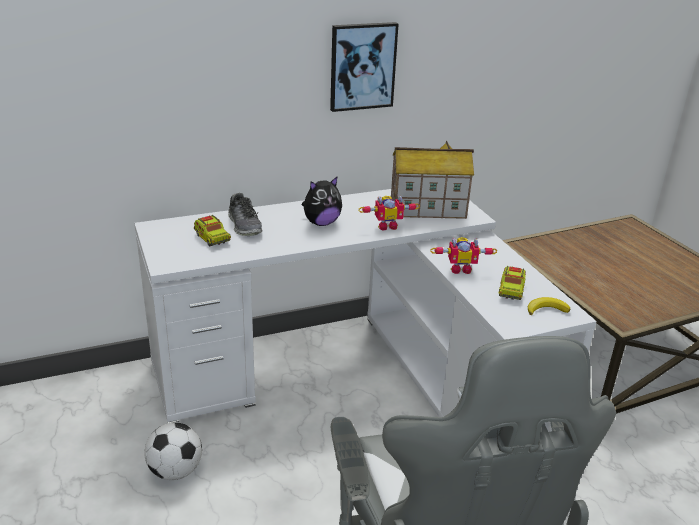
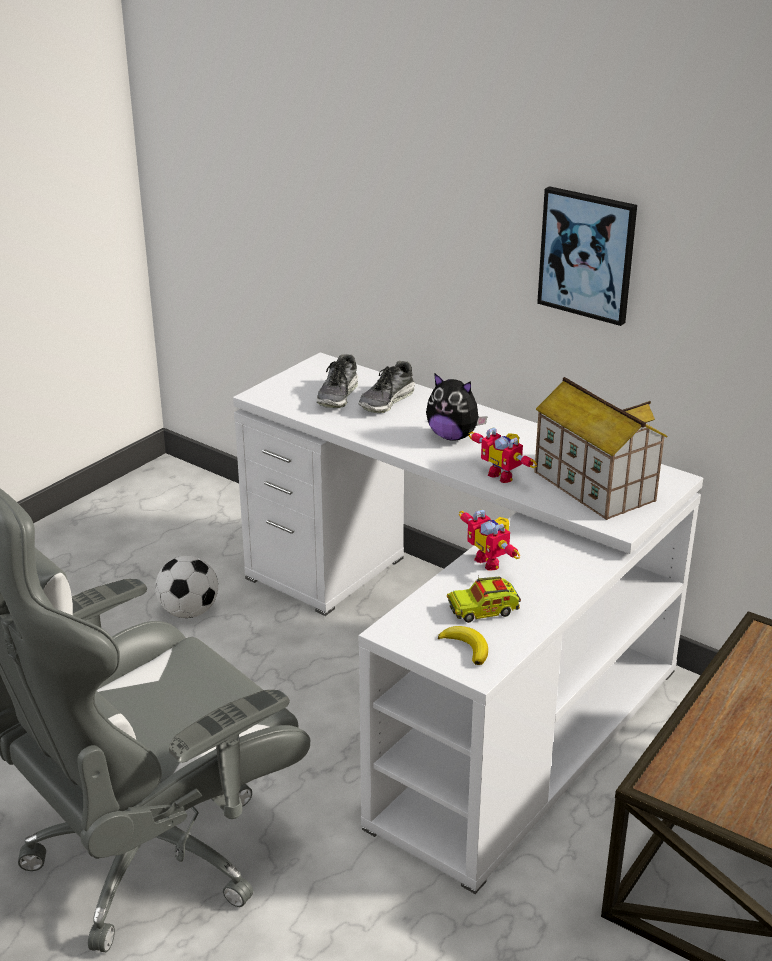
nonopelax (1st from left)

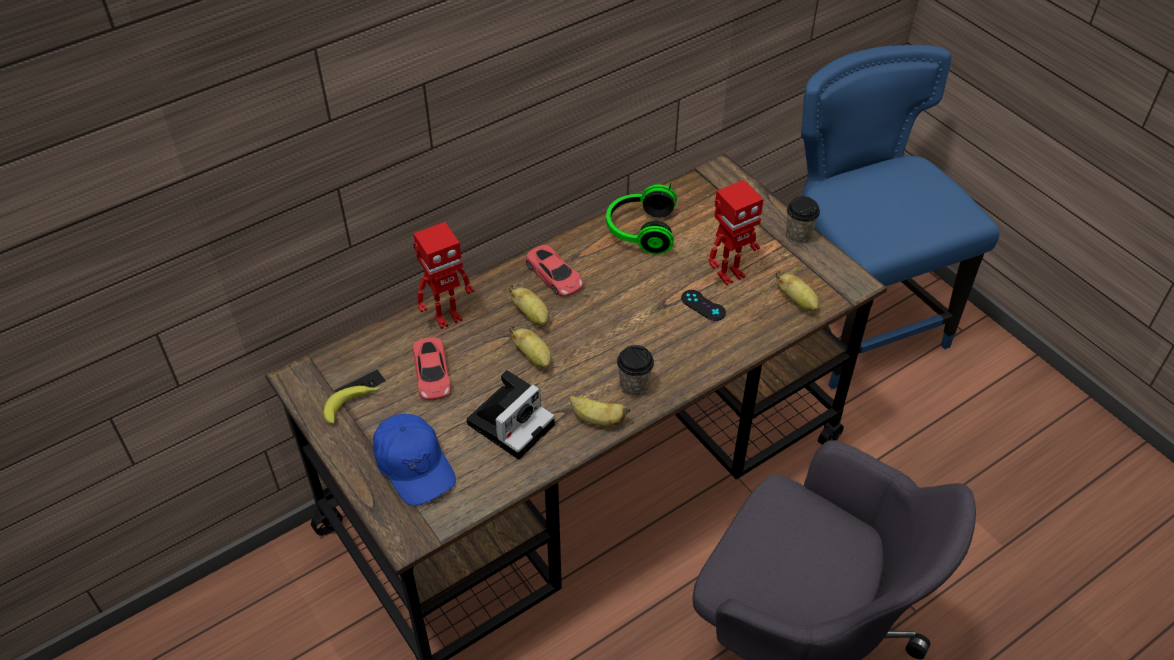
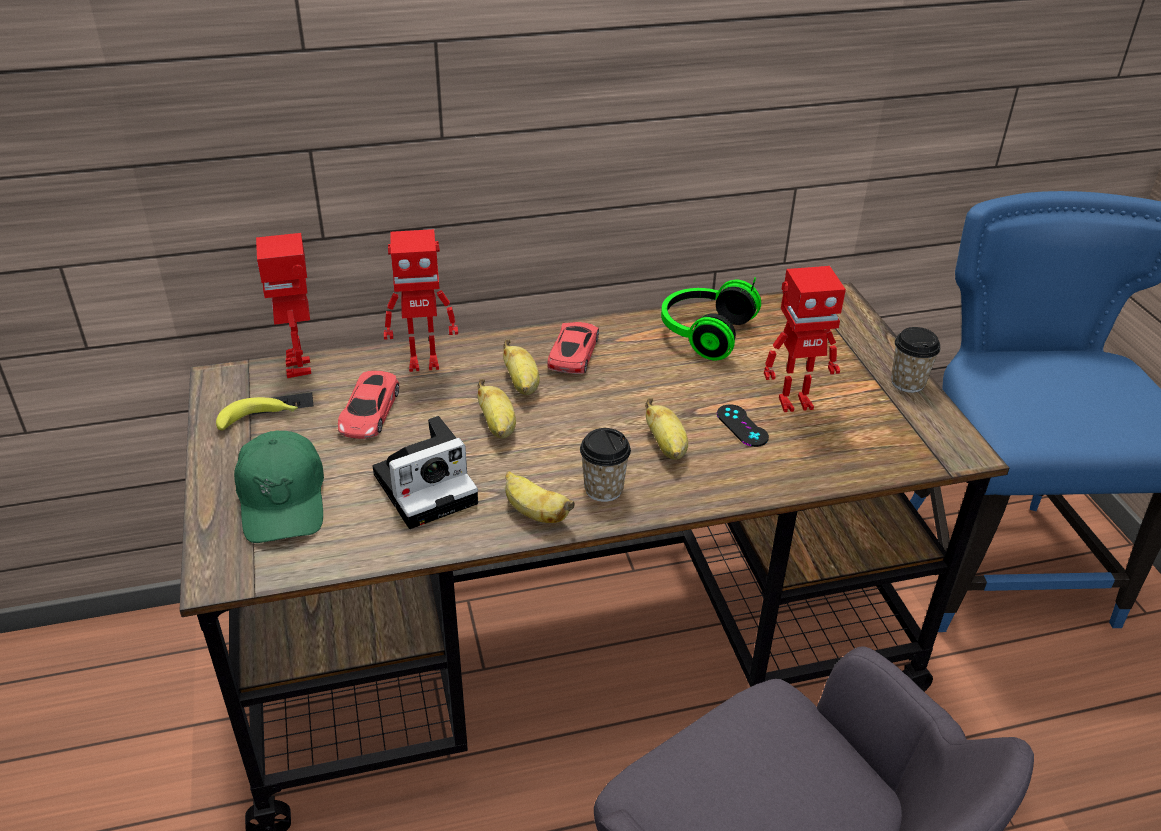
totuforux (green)
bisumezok (1st from left)
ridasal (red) (2nd from left)
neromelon (5th from left)

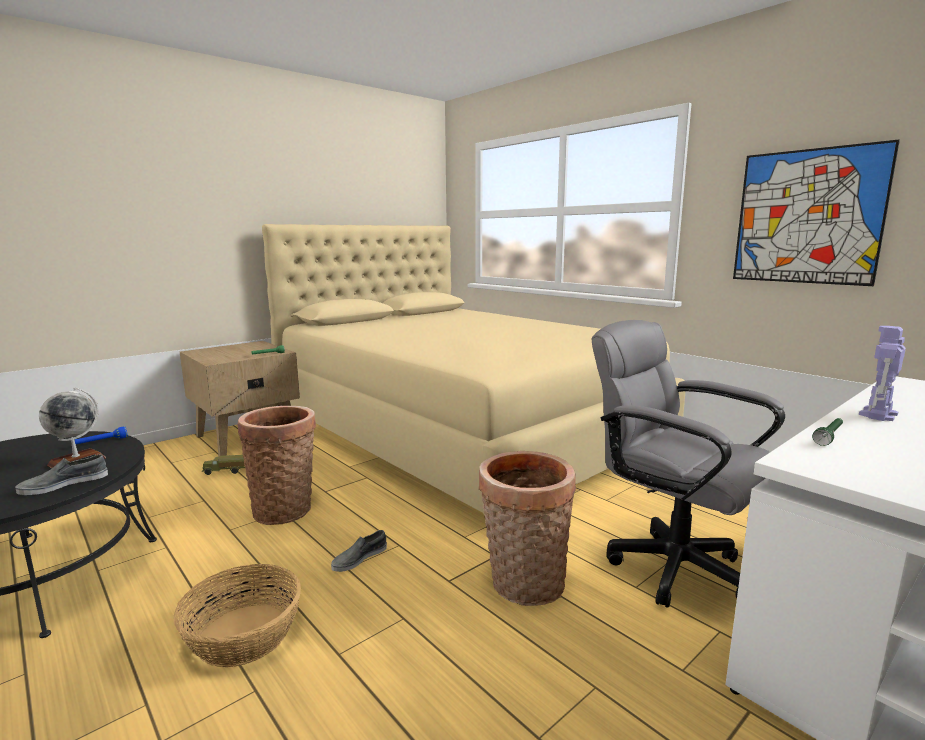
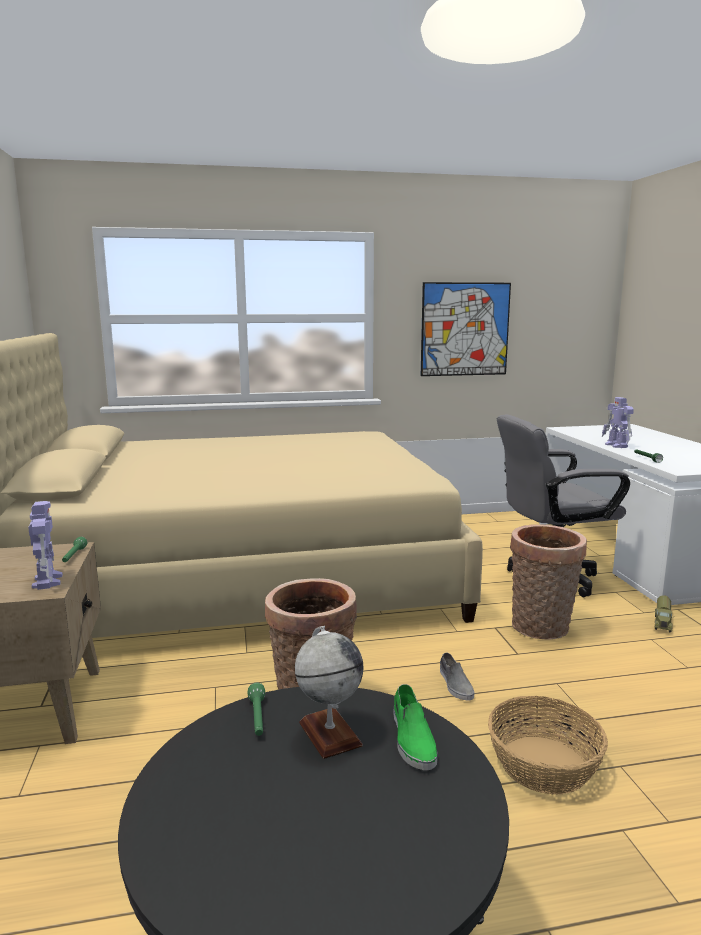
bisumezok (1st from left)
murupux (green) (2nd from left)
nonopelax (green)
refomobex

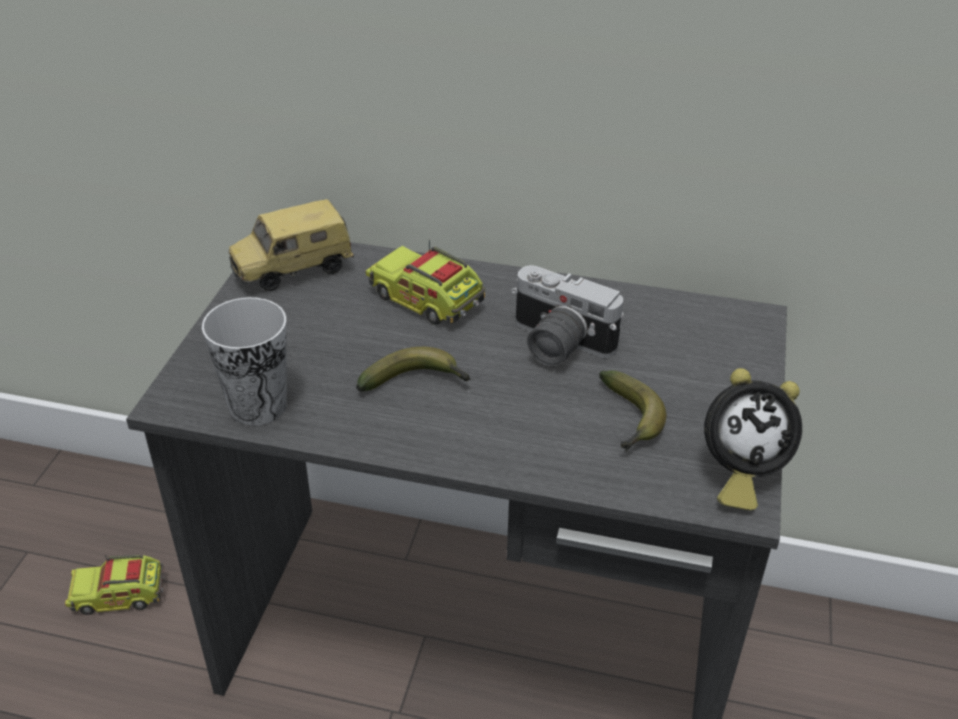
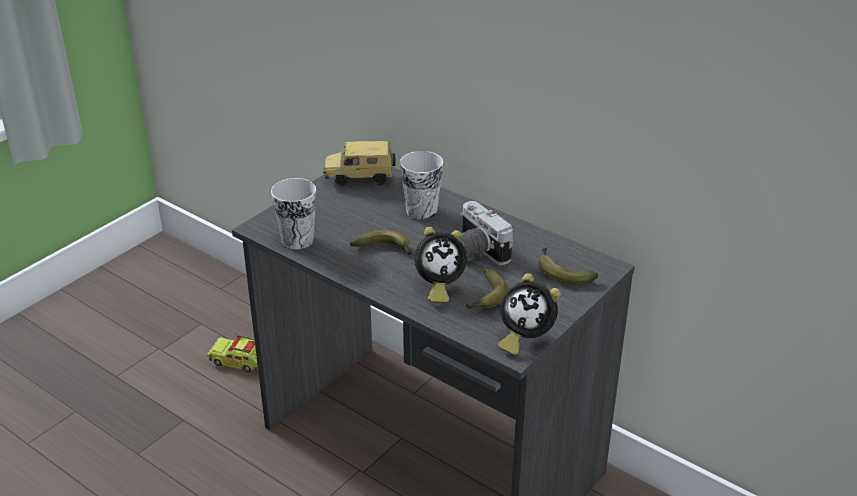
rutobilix (2nd from left)
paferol (1st from left)
neromelon (3rd from left)

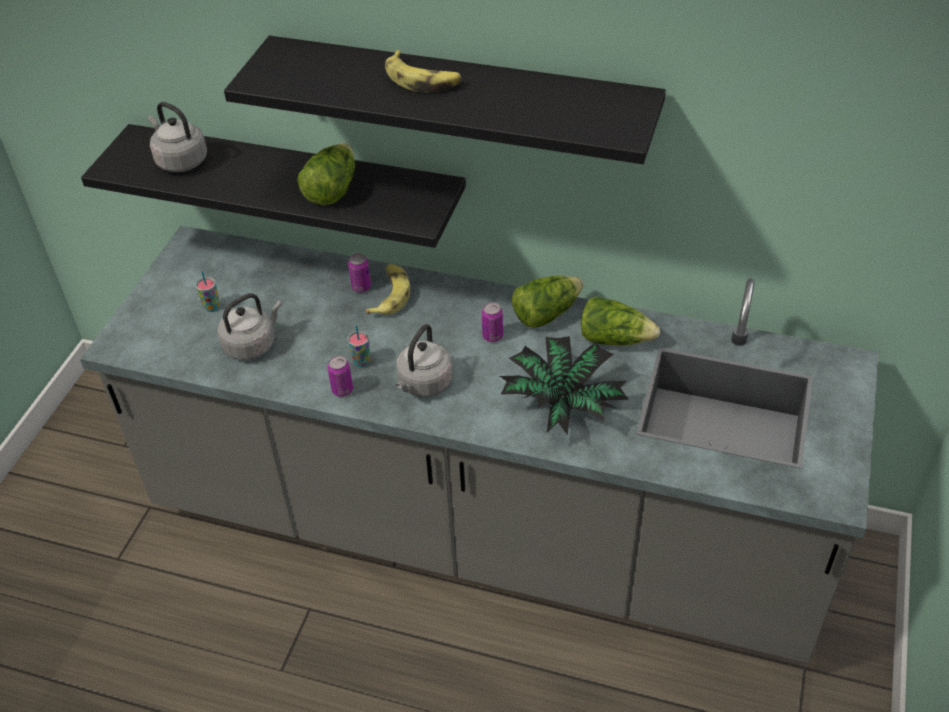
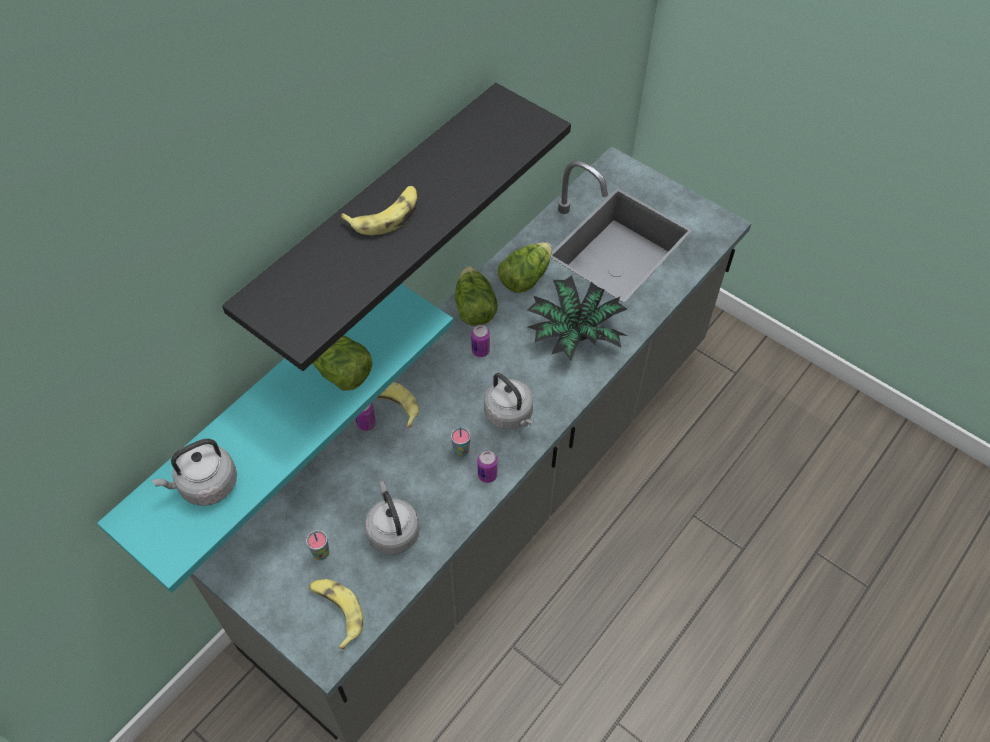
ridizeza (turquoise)
neromelon (1st from left)

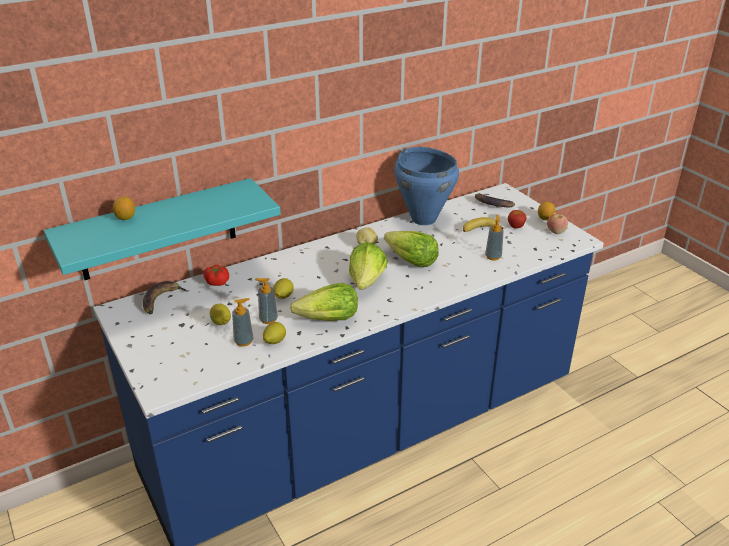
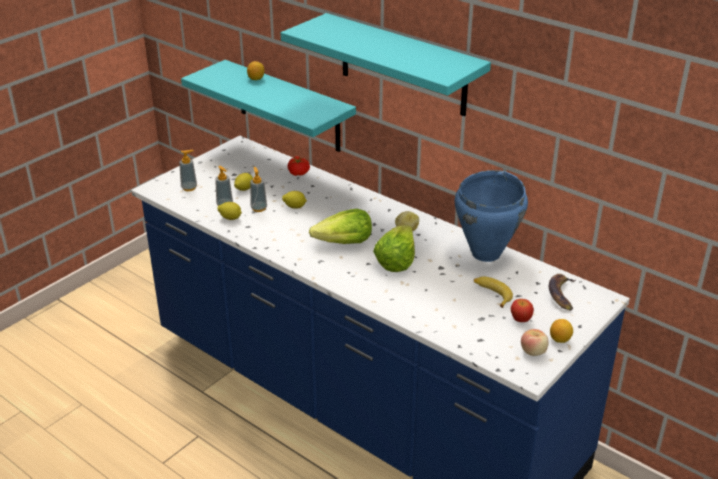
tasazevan (1st from left)
ridizeza (turquoise) (2nd from left)
neromelon (1st from left in the first image)
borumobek (1st from left in the first image)

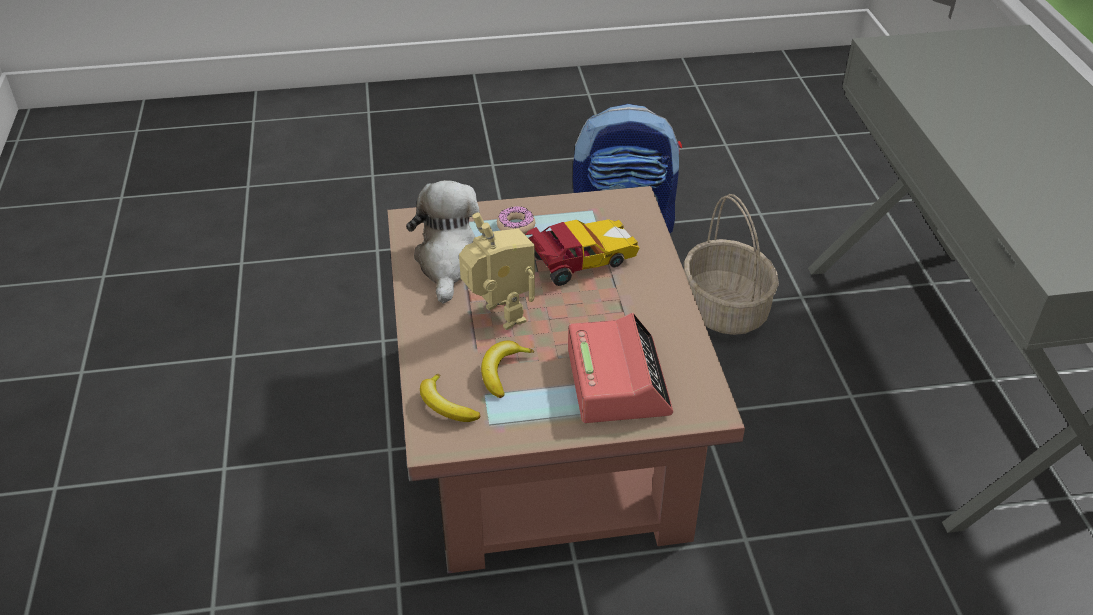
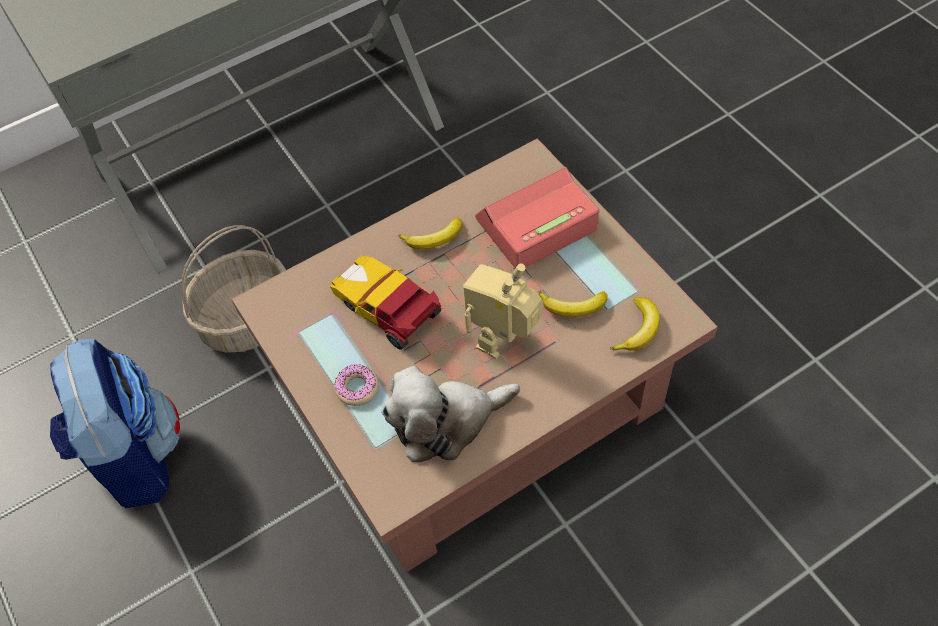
neromelon (1st from left)

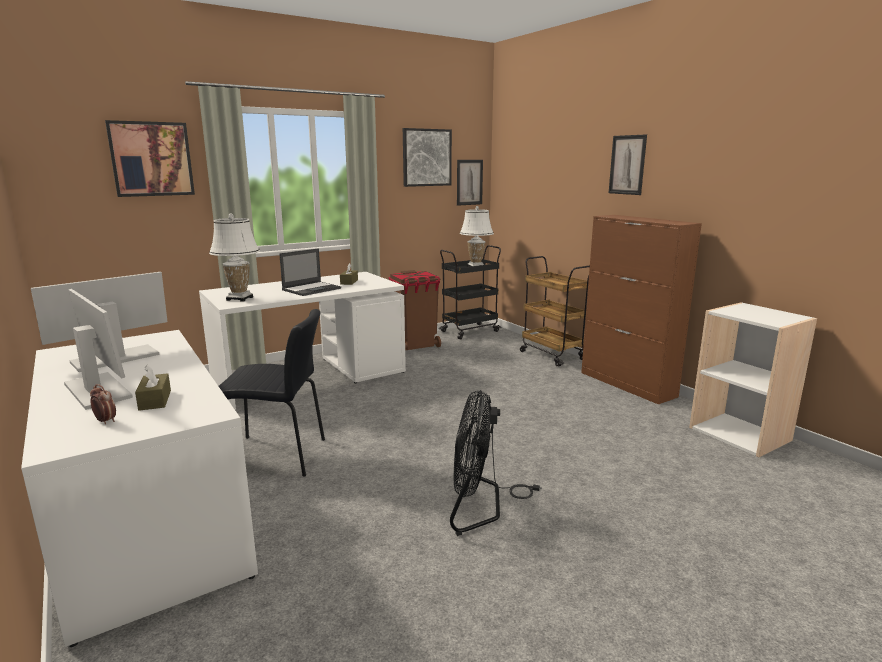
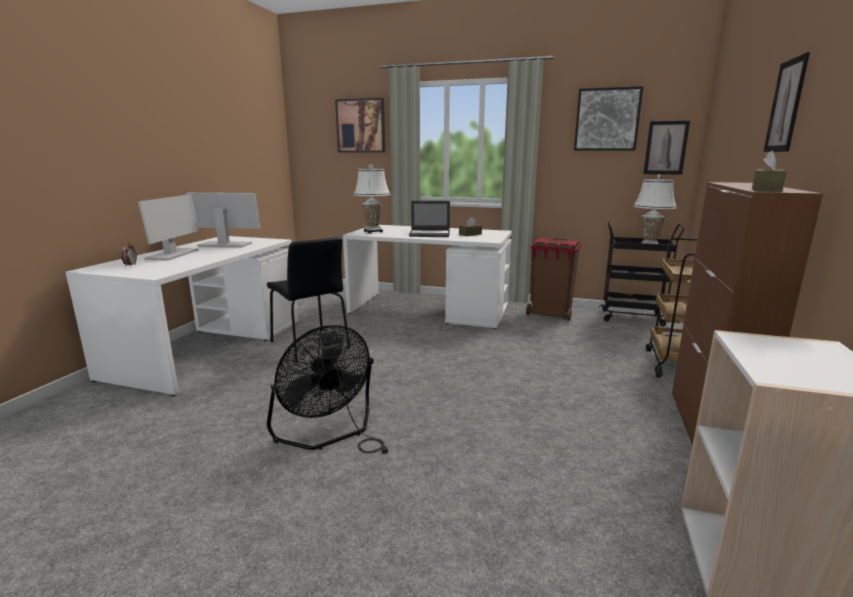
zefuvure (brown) (2nd from left)

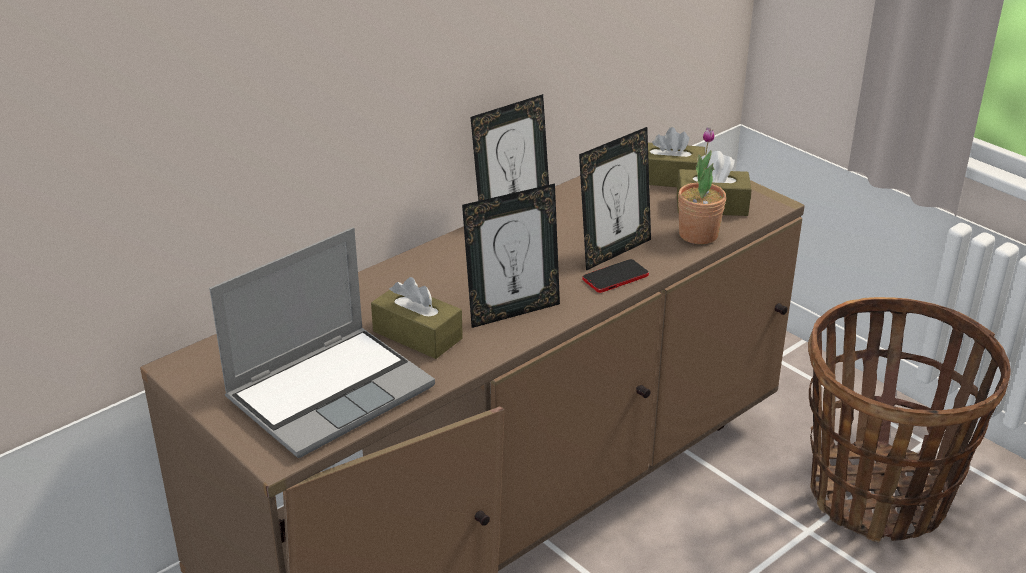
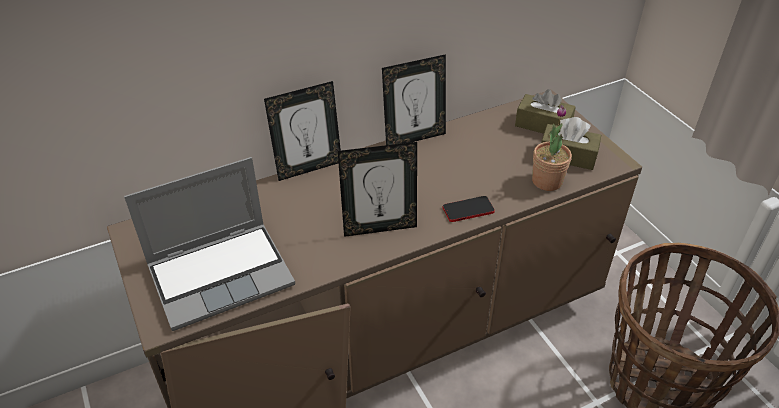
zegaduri (1st from left)
zefuvure (brown) (1st from left in the first image)

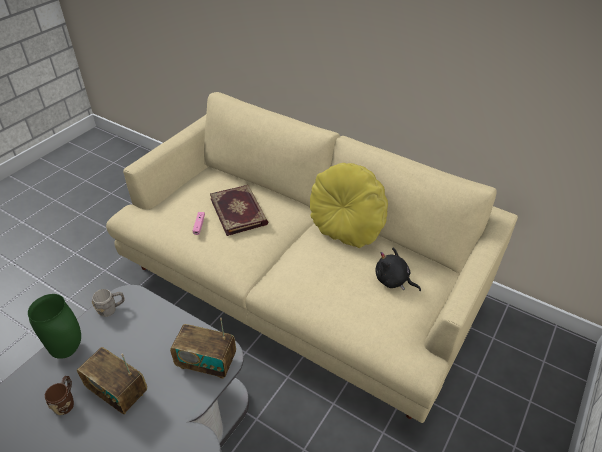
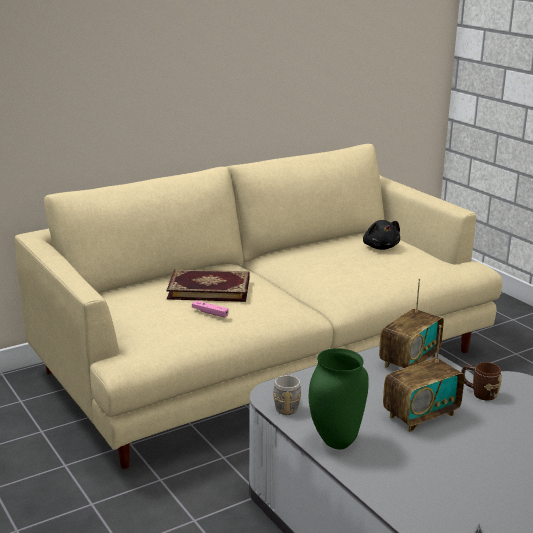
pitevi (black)
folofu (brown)
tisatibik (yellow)

